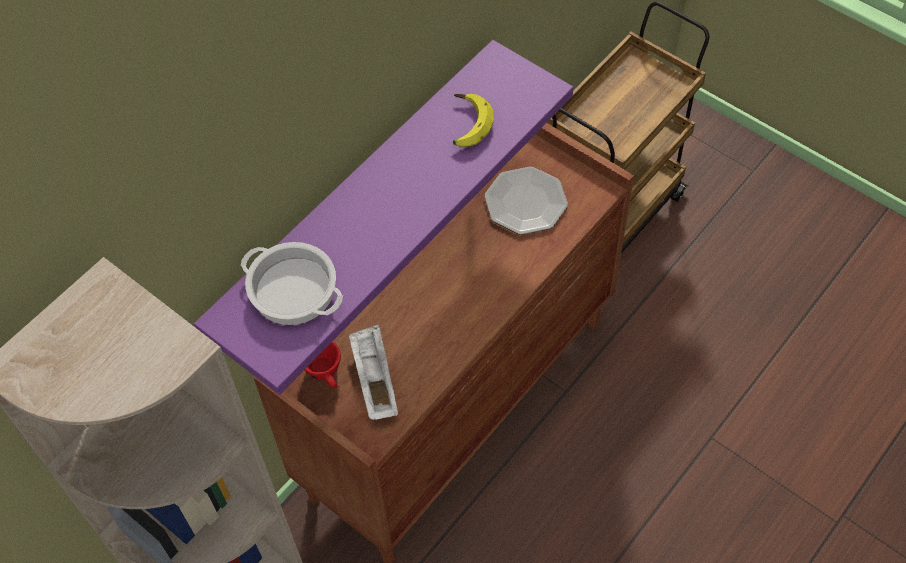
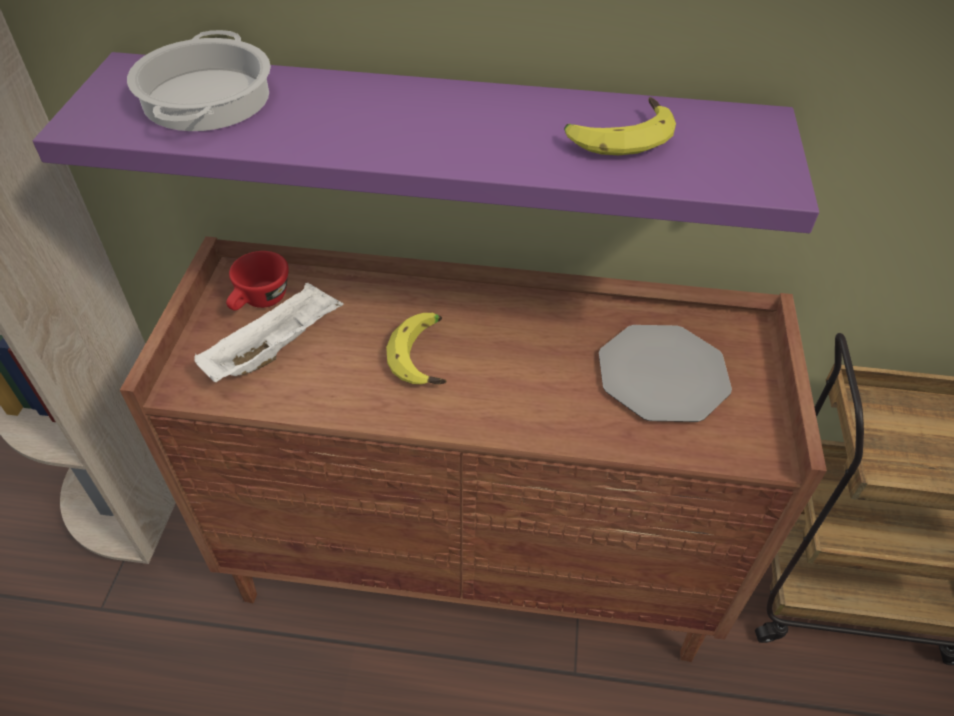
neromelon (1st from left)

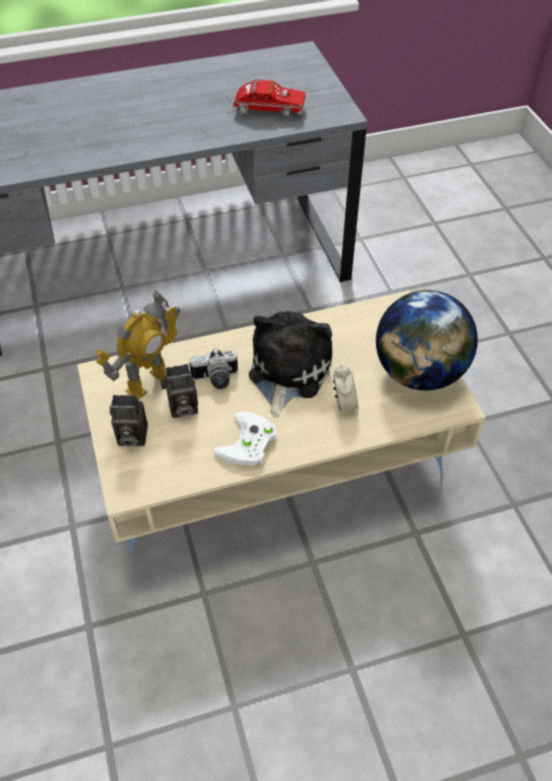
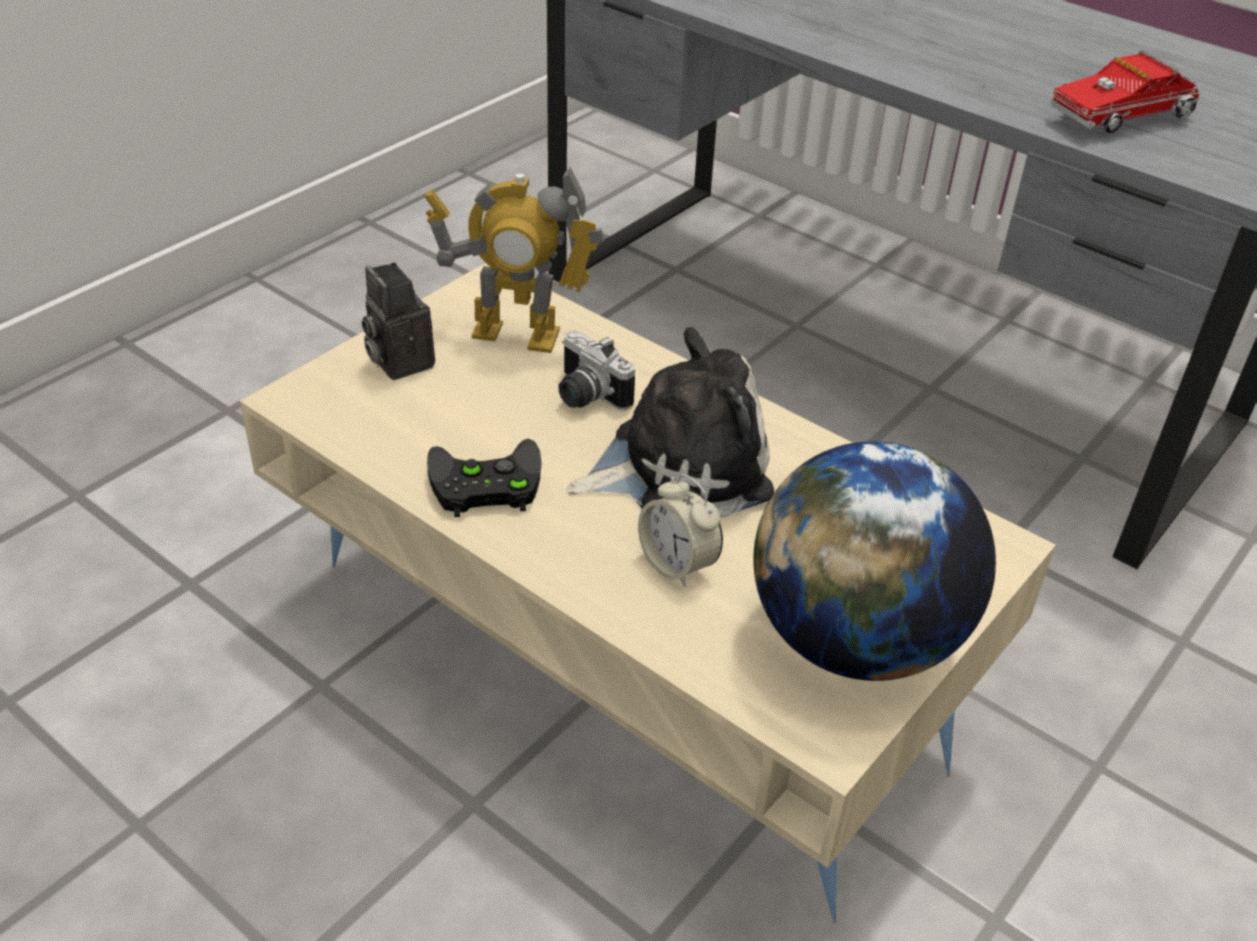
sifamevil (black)
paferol
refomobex
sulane (2nd from left in the first image)

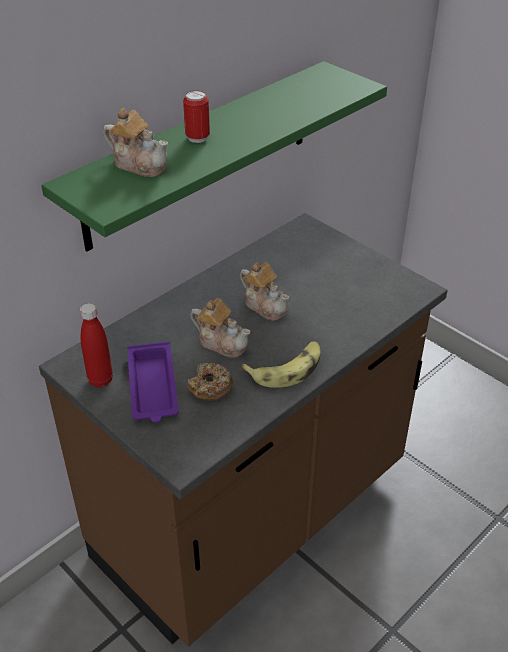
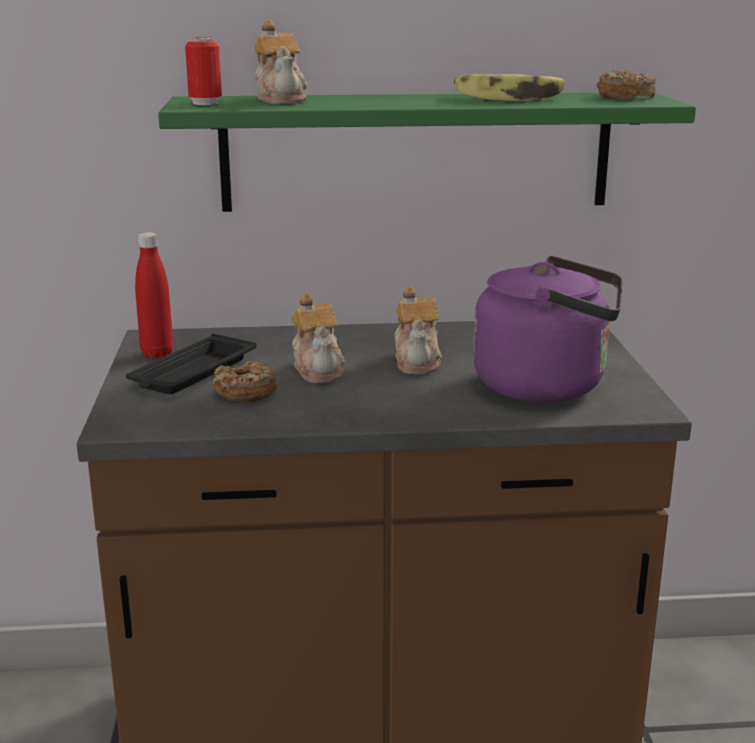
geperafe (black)
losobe
neromelon
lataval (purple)
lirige (2nd from left)

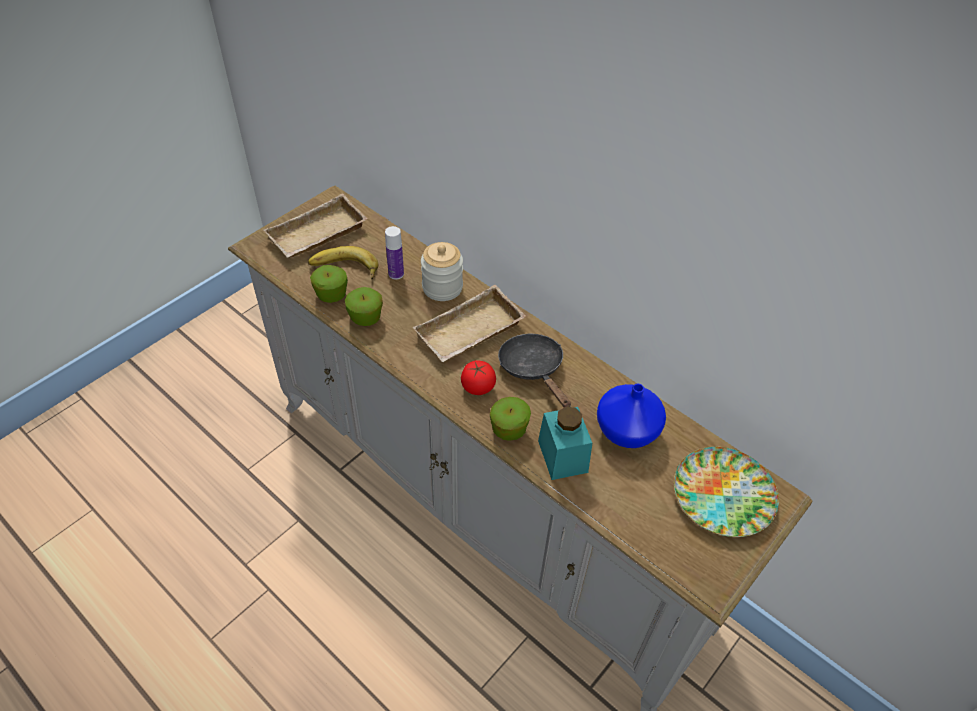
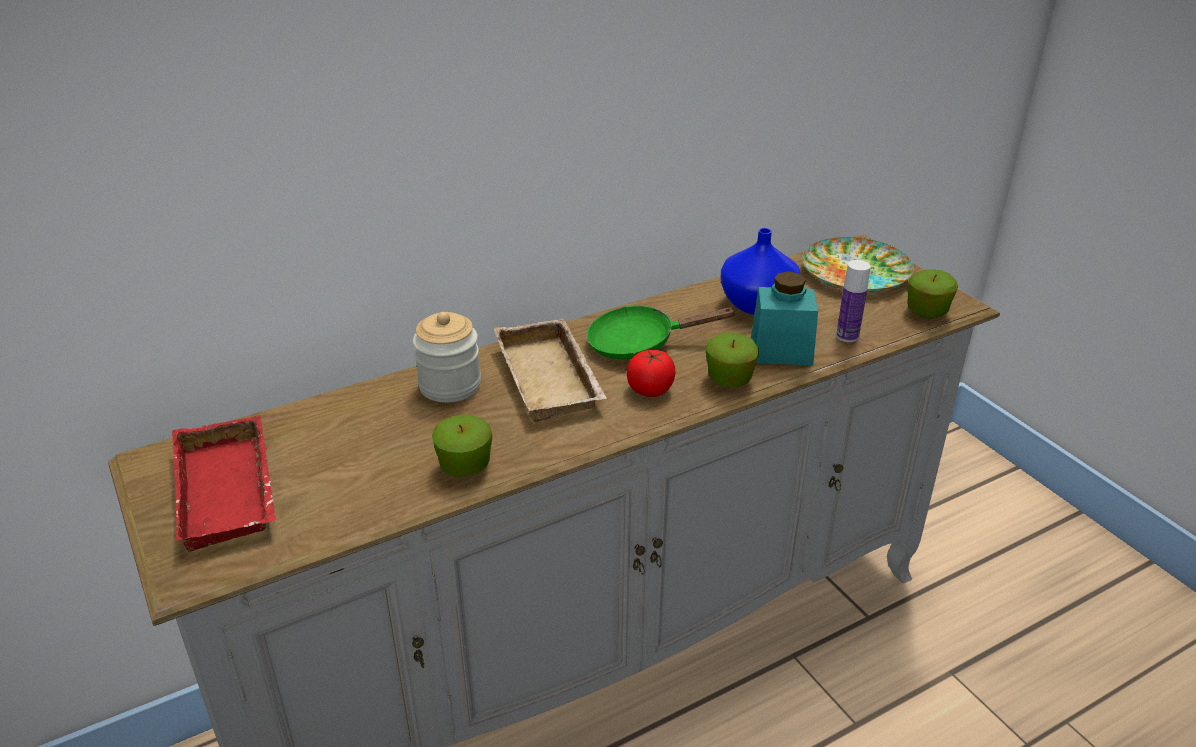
geperafe (red)
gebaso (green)
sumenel
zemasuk (3rd from left)
neromelon

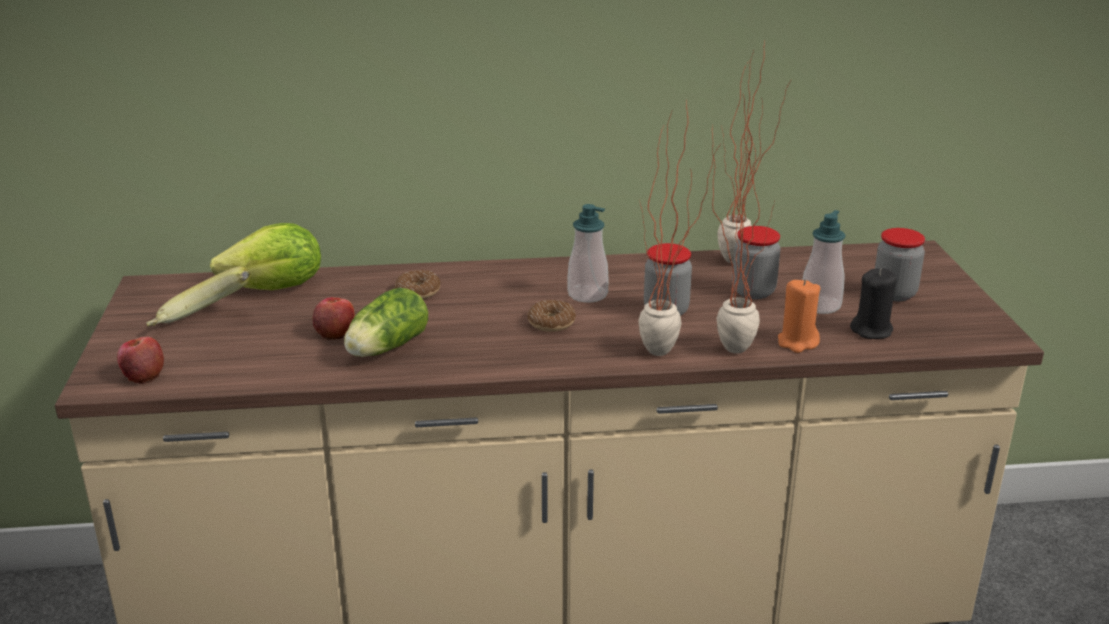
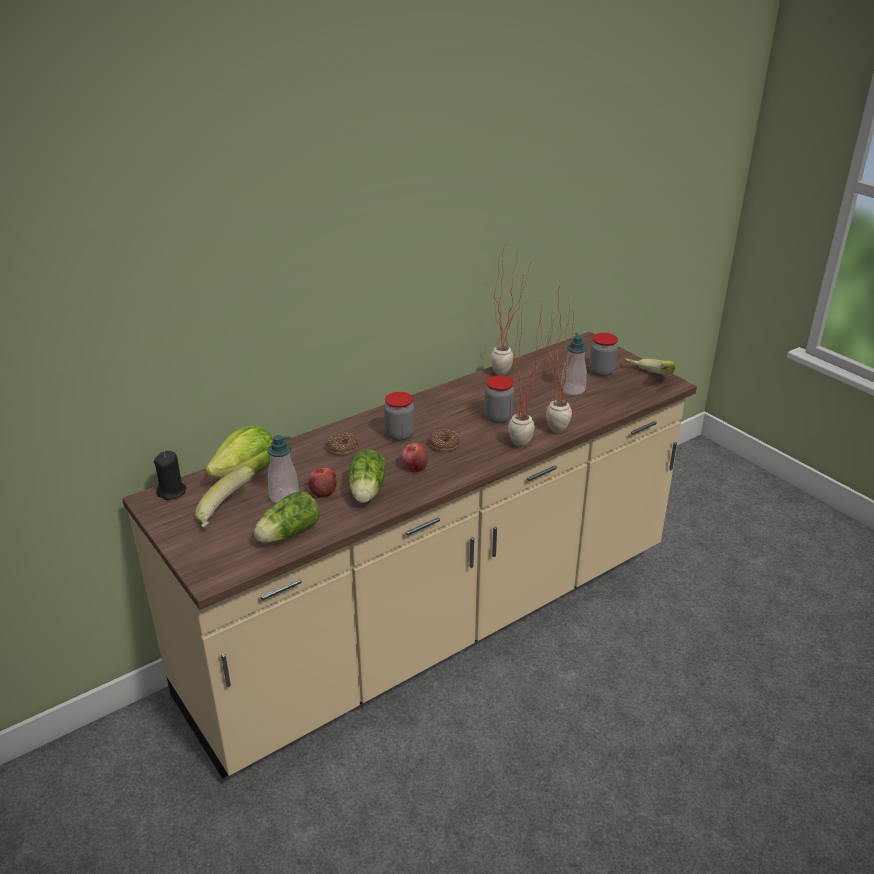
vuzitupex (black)
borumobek (2nd from left)
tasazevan (1st from left)
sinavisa (1st from left)
zemasuk (2nd from left)
neromelon (2nd from left)
vuzitupex (orange)

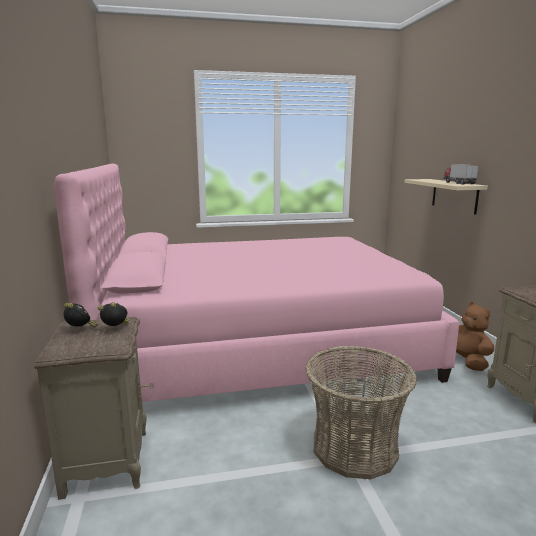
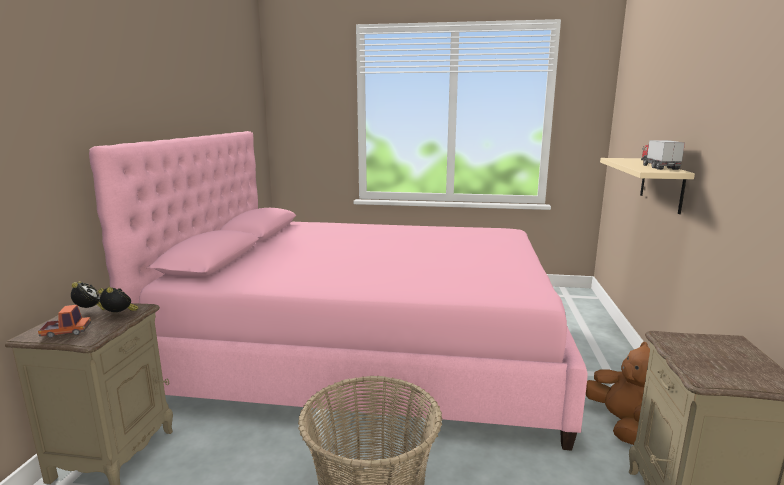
refomobex (1st from left)

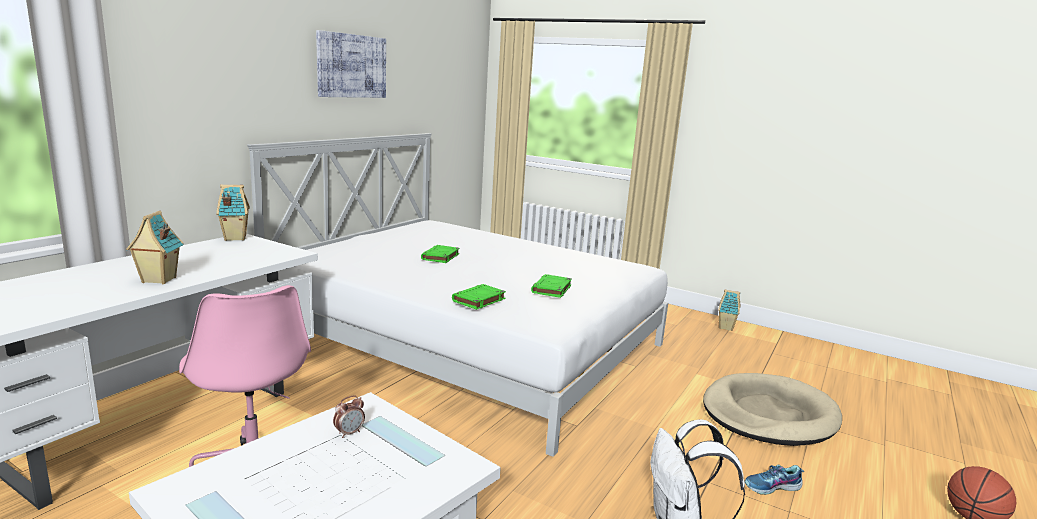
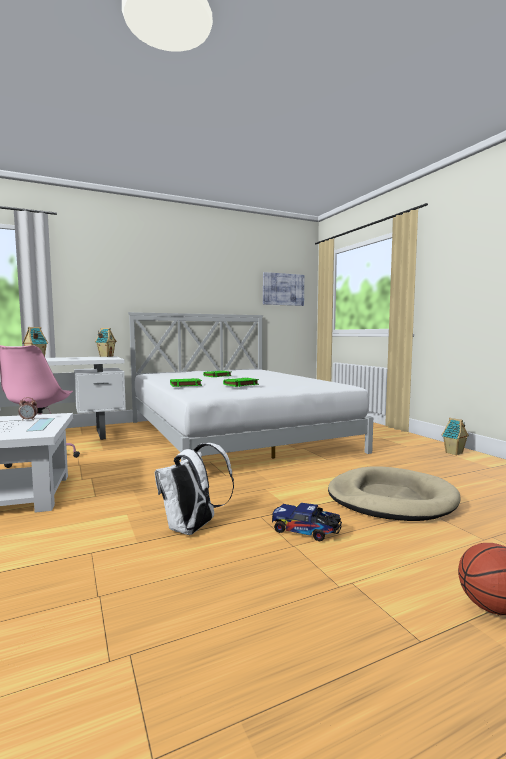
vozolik
refomobex

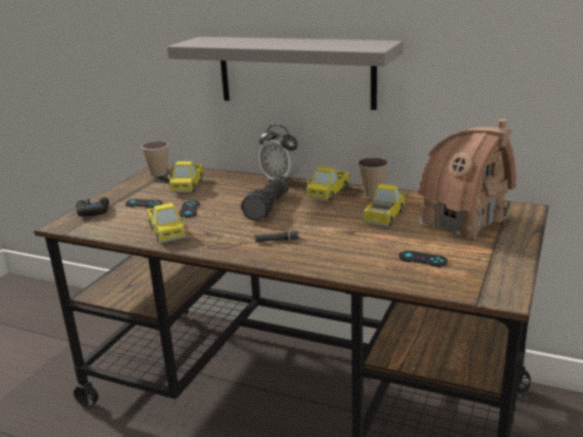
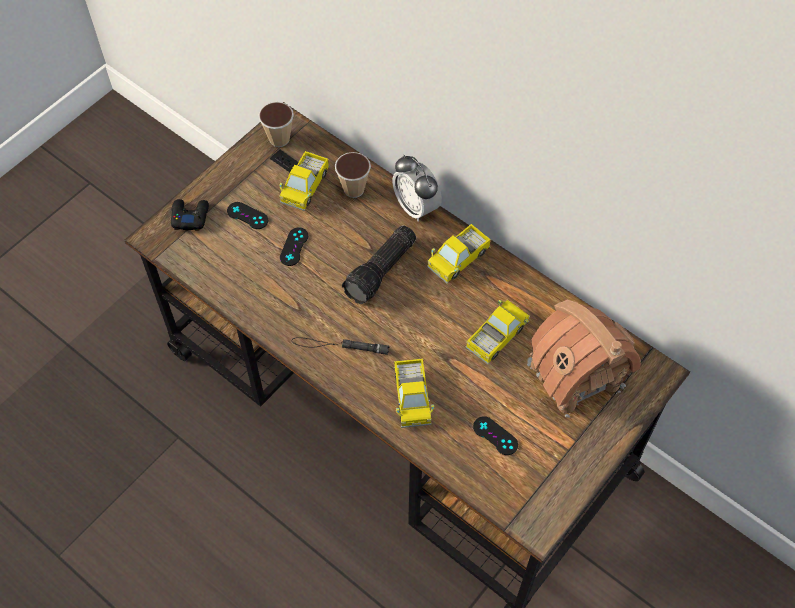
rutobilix (2nd from left)
refomobex (2nd from left)
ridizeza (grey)

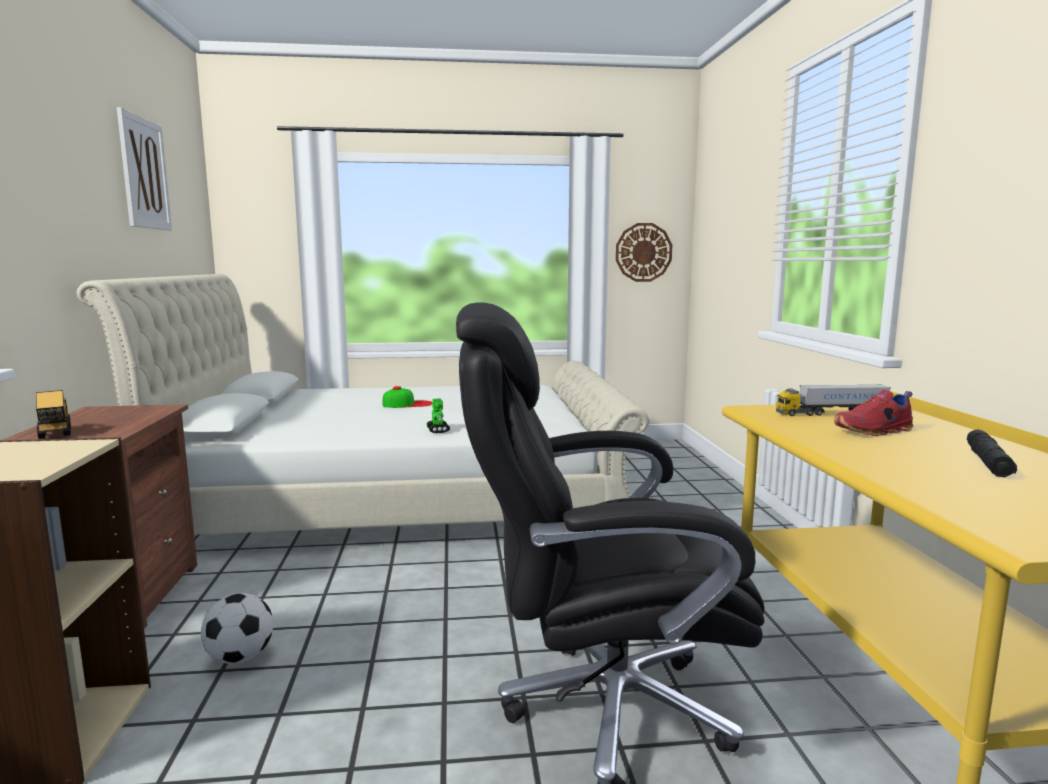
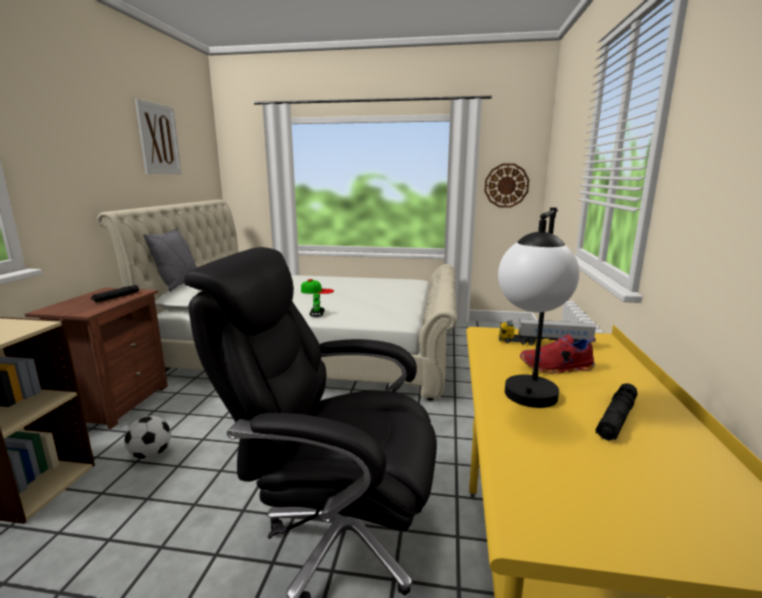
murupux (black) (1st from left)
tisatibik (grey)
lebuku
refomobex (1st from left in the first image)

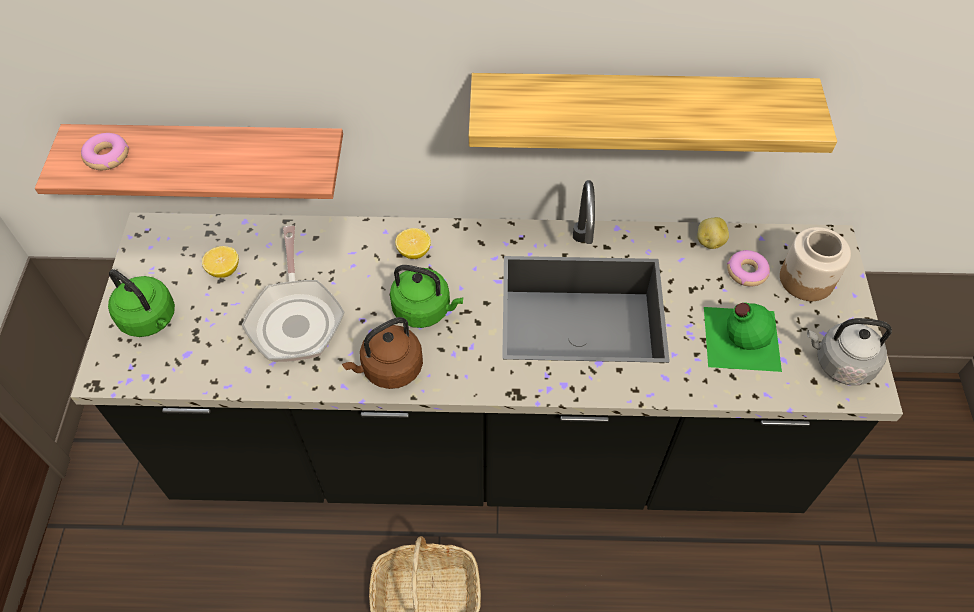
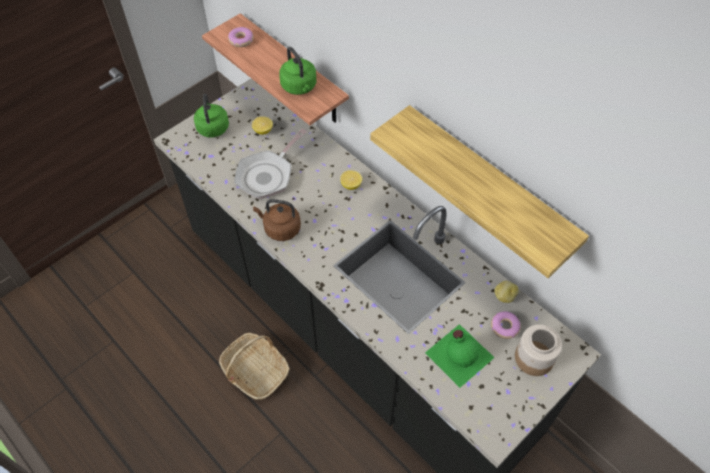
lataval (green) (2nd from left)
lataval (grey)

